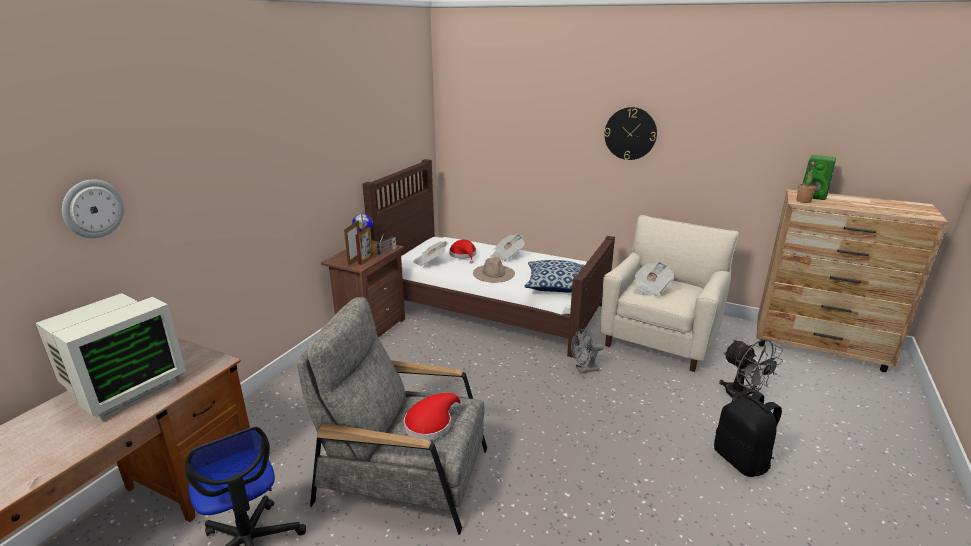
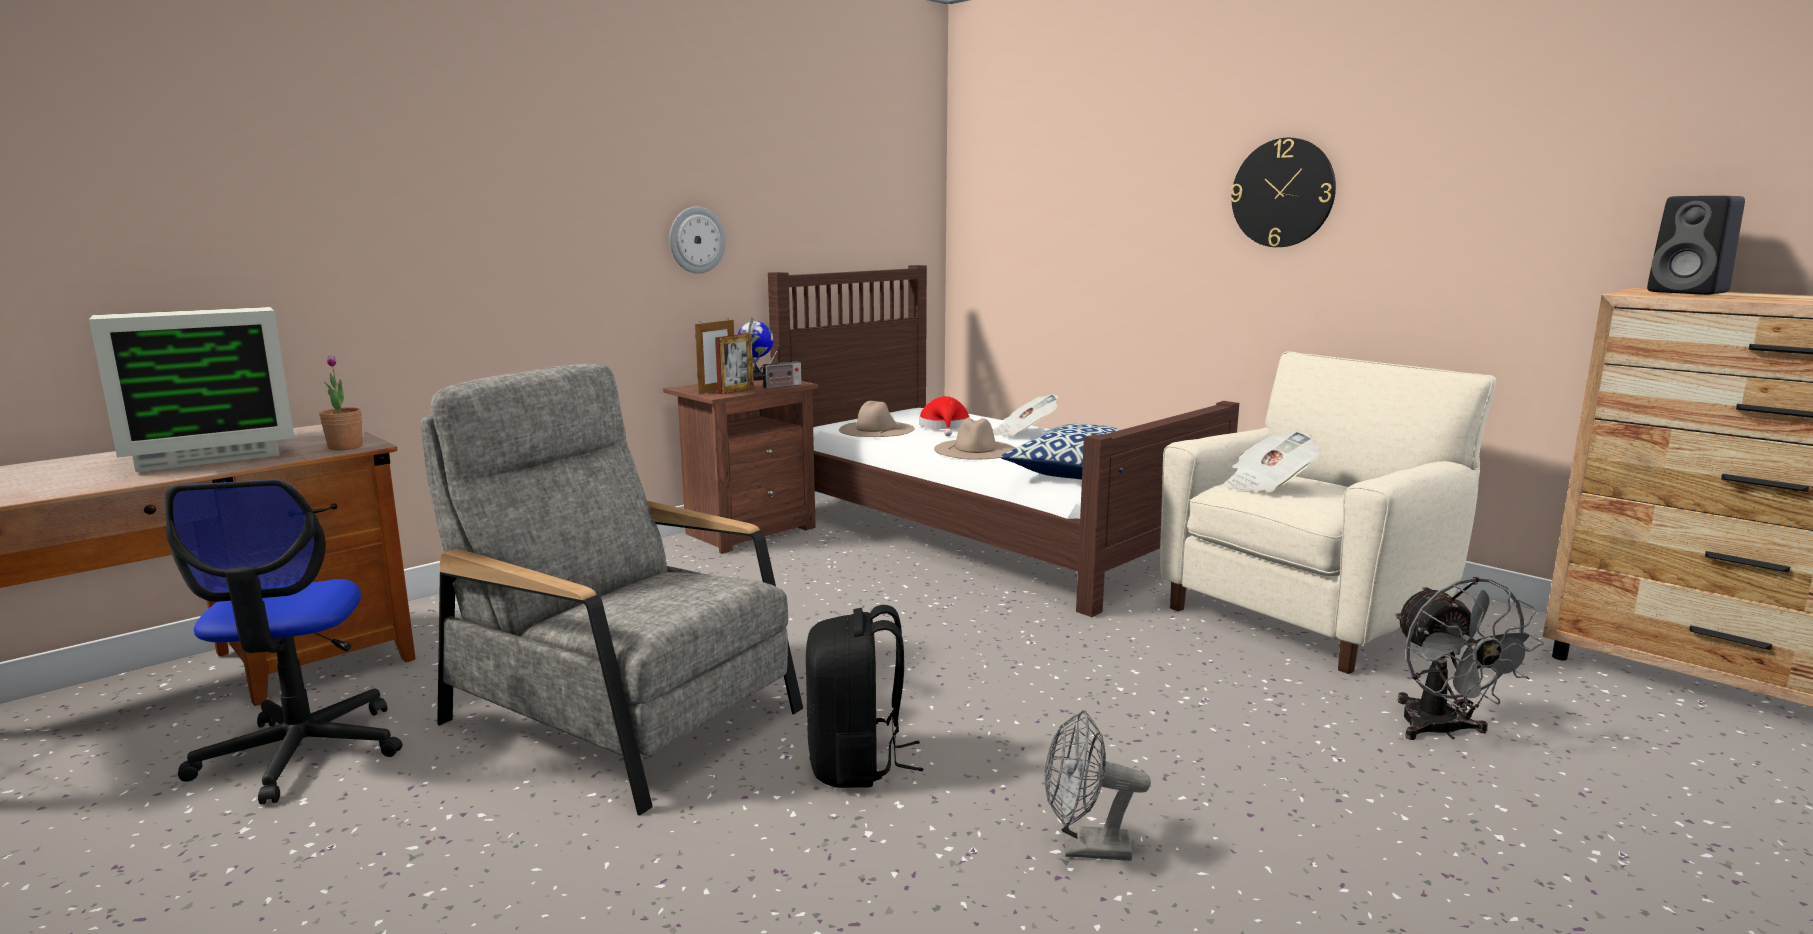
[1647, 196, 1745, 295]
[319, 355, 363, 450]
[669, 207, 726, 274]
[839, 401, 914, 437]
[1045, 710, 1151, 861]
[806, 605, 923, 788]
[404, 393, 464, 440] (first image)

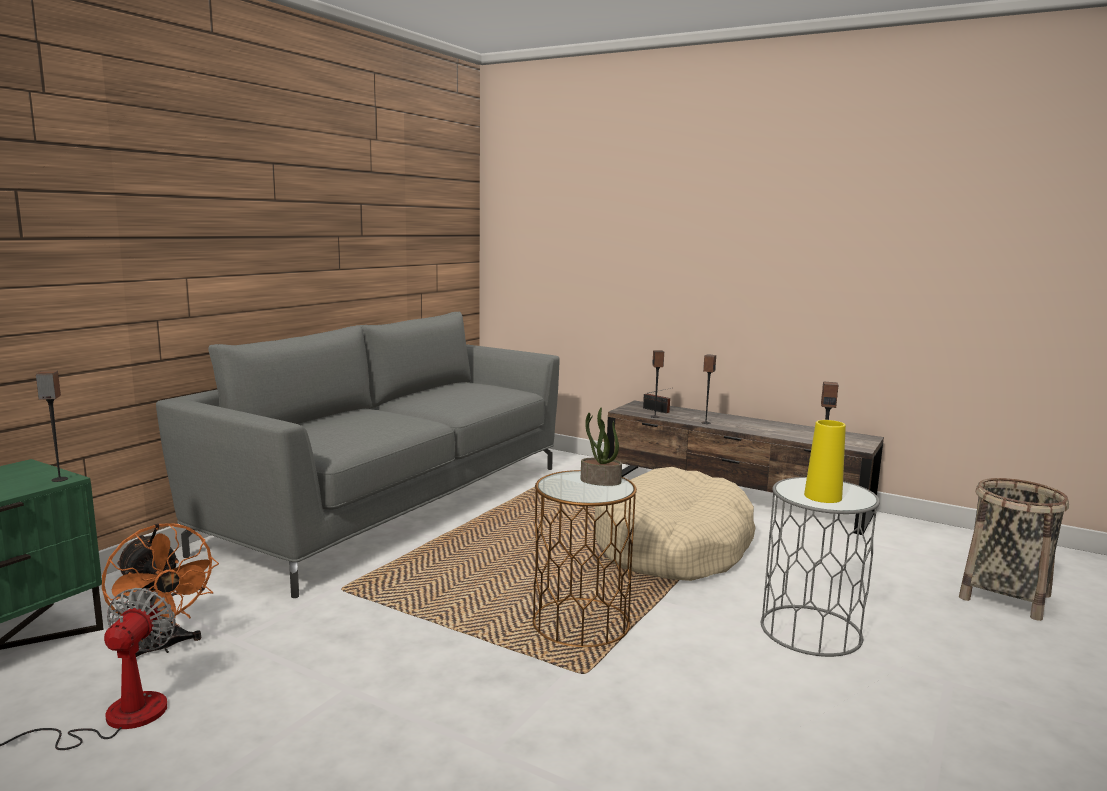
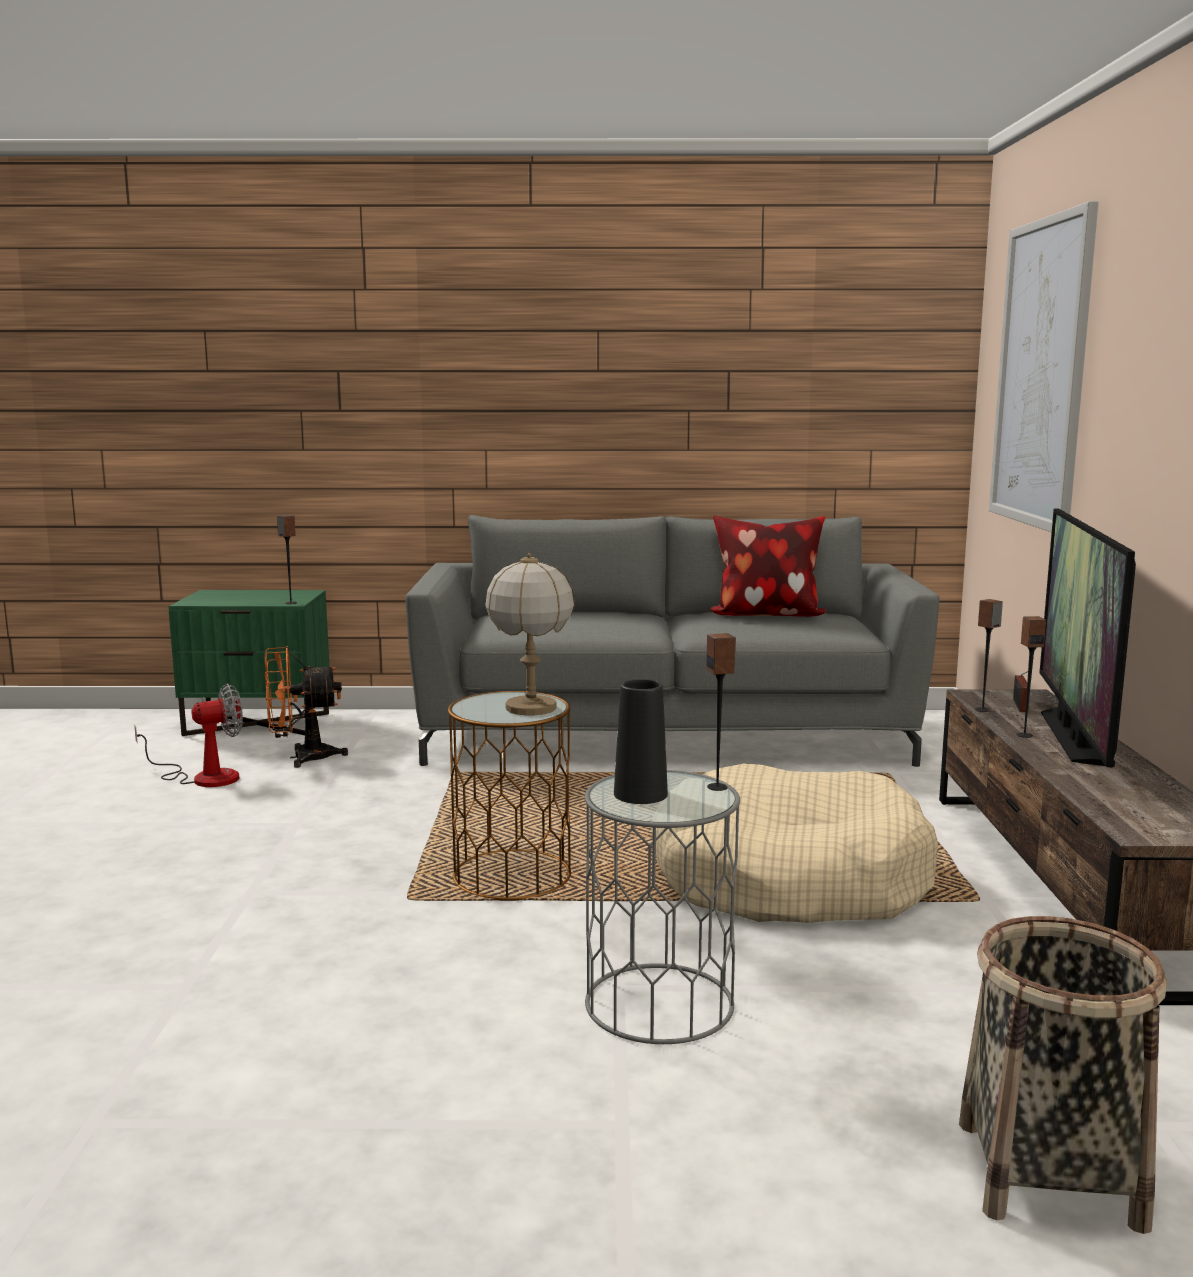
[485, 553, 575, 715]
[614, 679, 668, 804]
[265, 646, 348, 768]
[989, 201, 1099, 532]
[1039, 508, 1136, 767]
[709, 515, 826, 617]

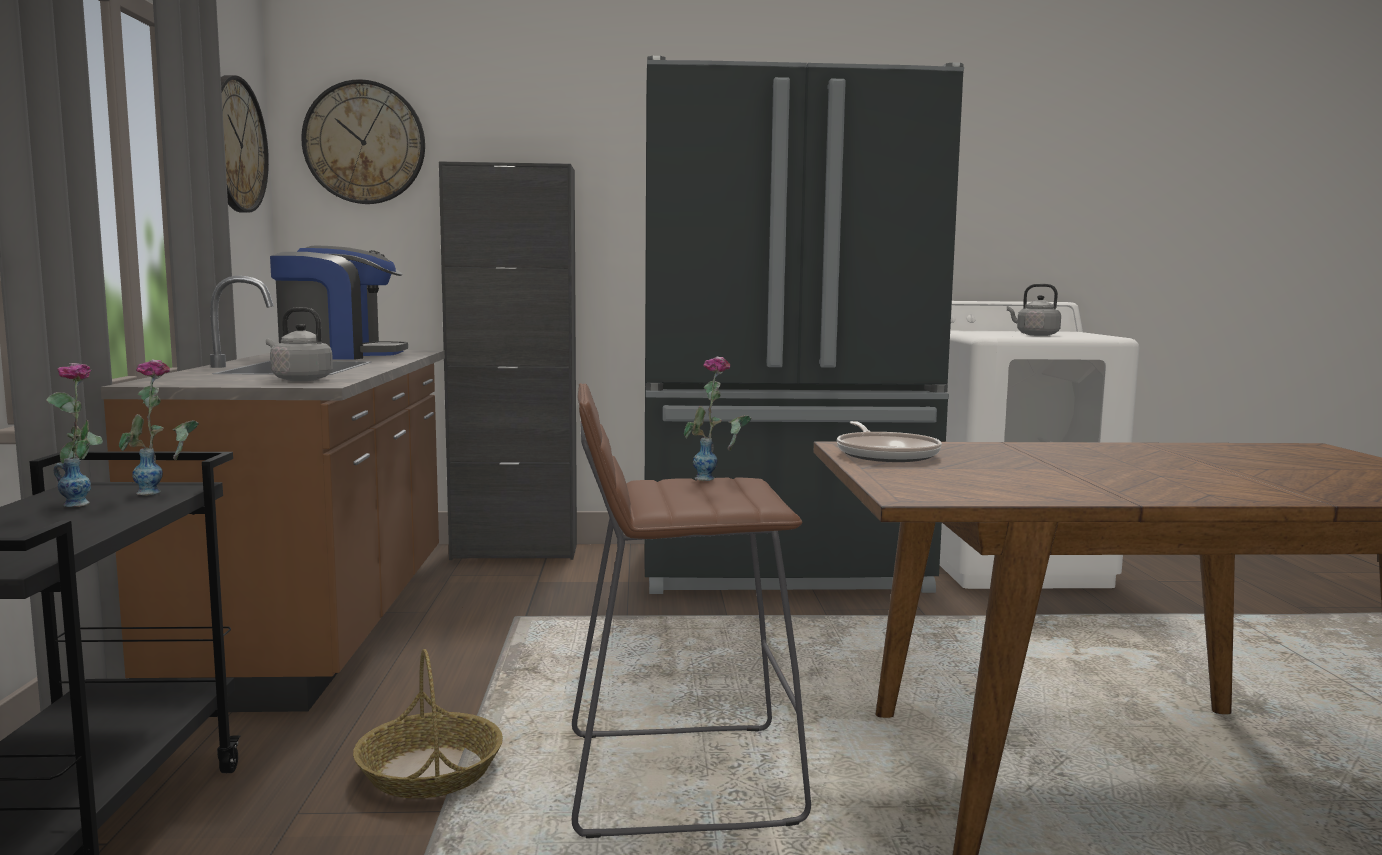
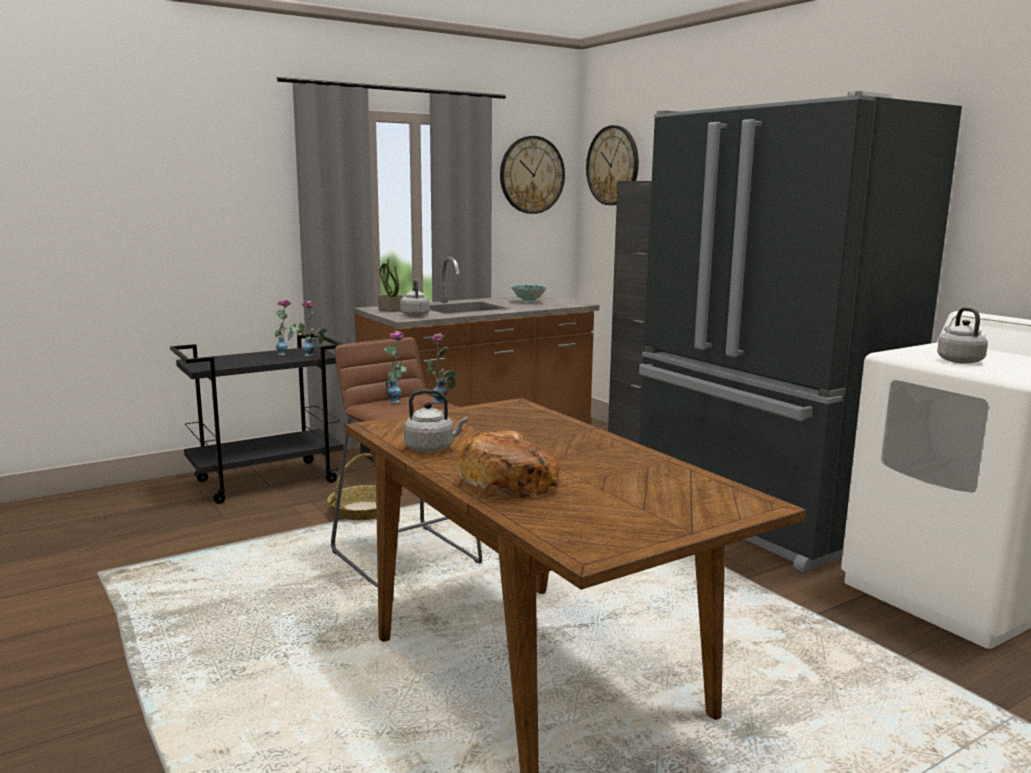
[510, 284, 547, 303]
[837, 421, 942, 462] (first image)
[378, 258, 405, 312]
[384, 331, 407, 403]
[404, 389, 468, 452]
[458, 430, 562, 498]

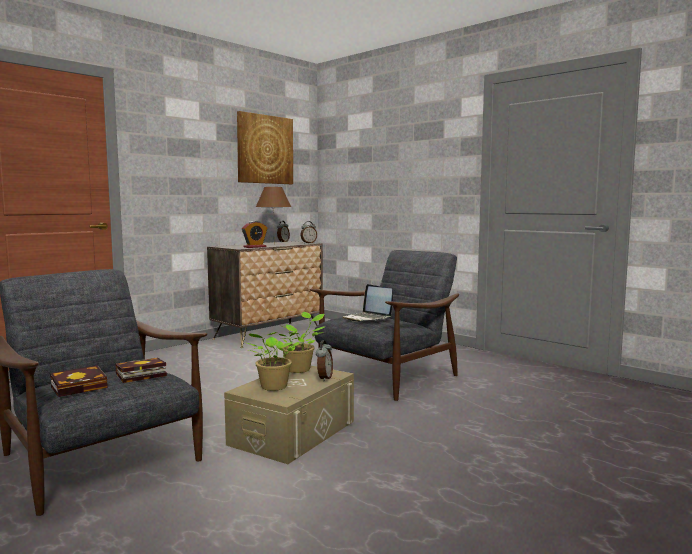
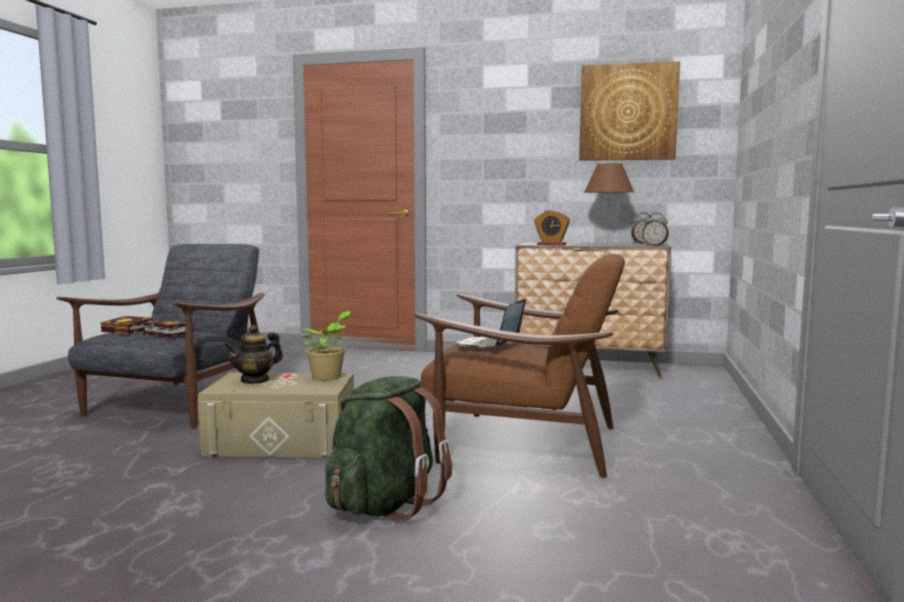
[414, 254, 625, 478]
[224, 325, 283, 384]
[316, 340, 333, 381] (first image)
[325, 376, 452, 522]

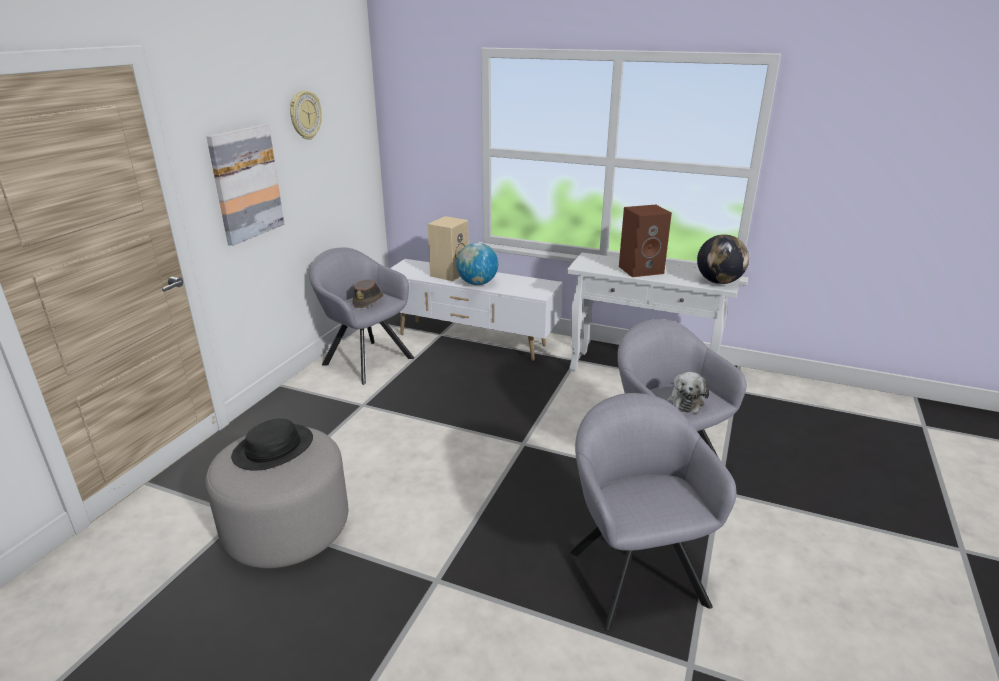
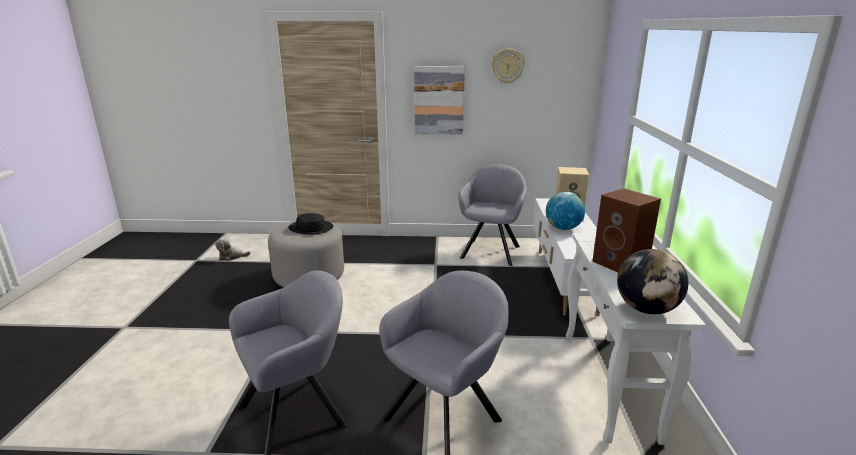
[352, 279, 384, 308] (first image)
[215, 237, 251, 261]

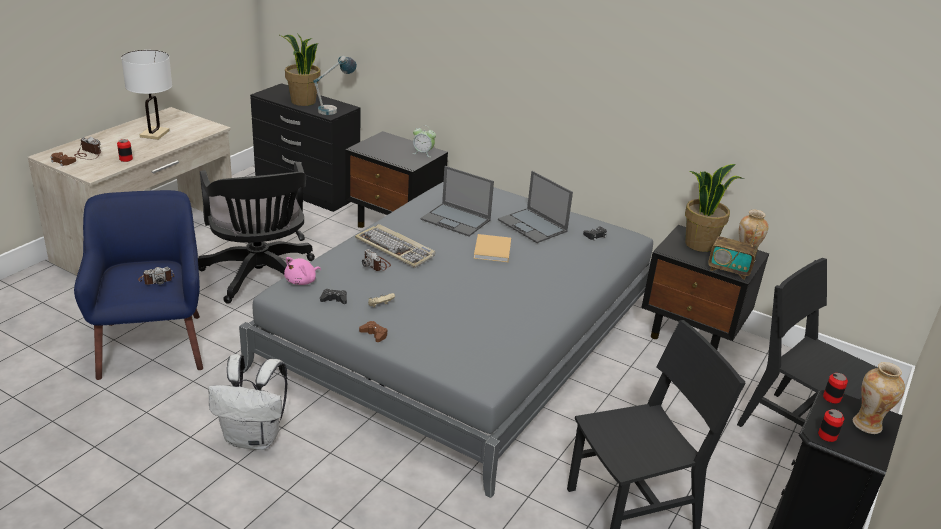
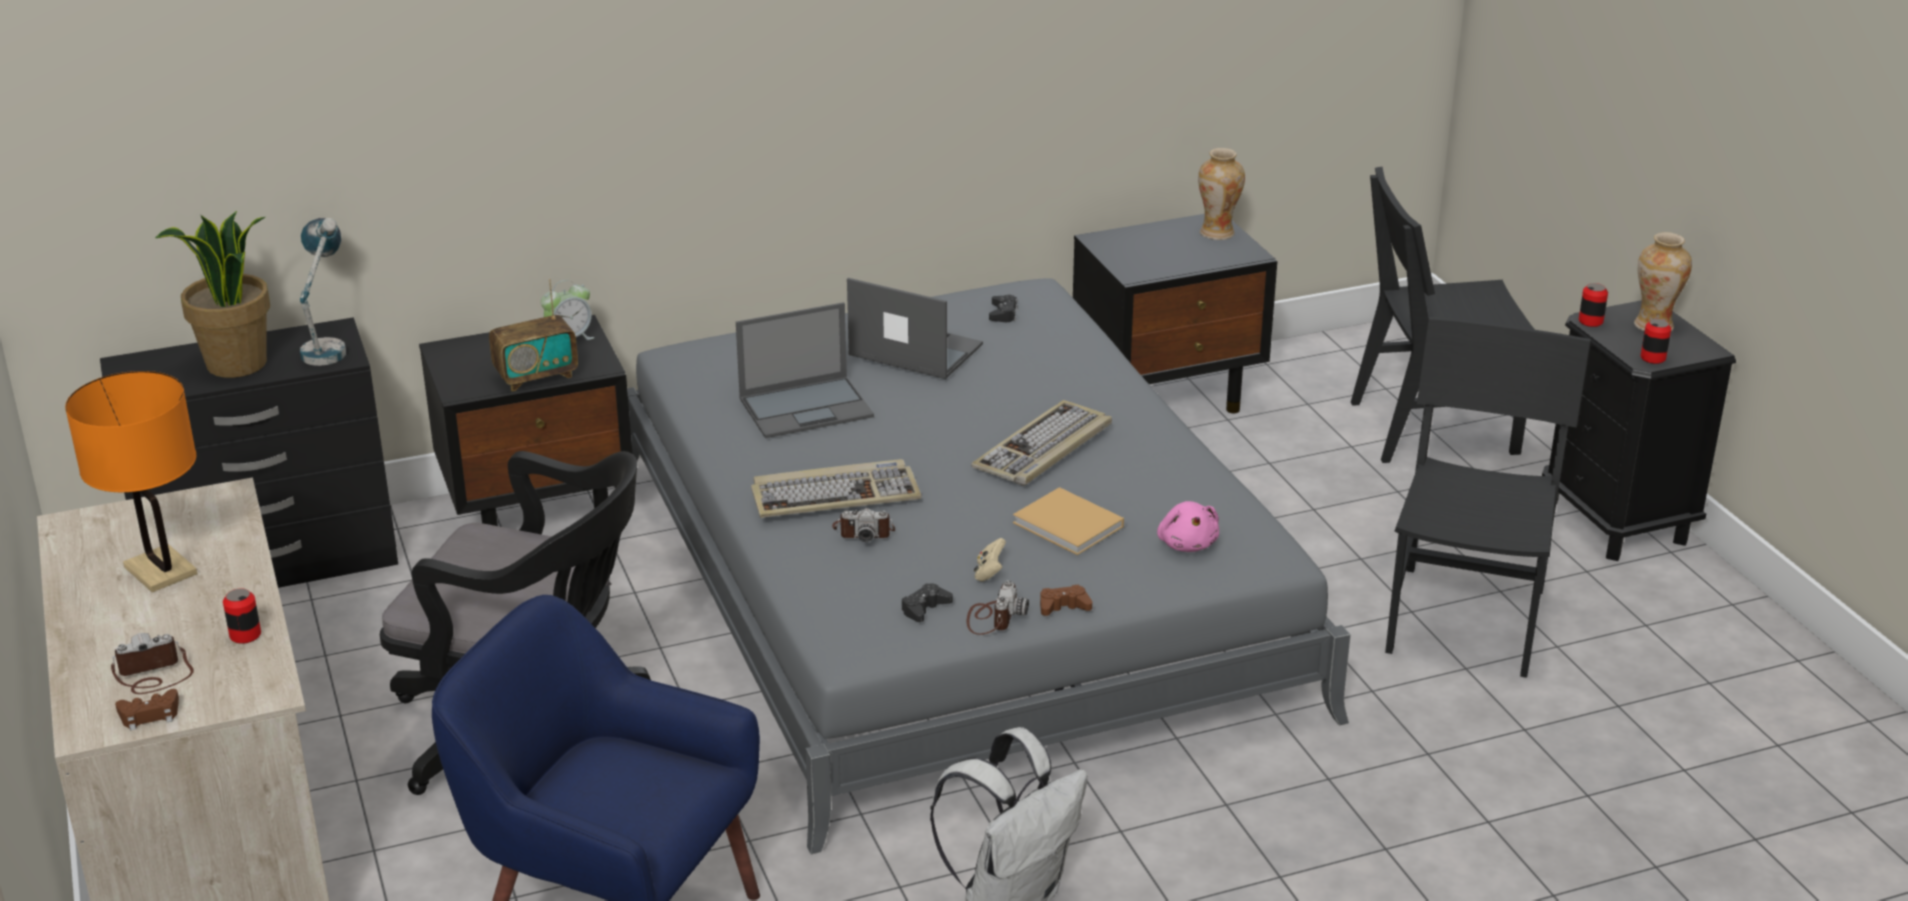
[65, 371, 197, 592]
[685, 164, 744, 252] (first image)
[847, 278, 983, 379]
[489, 279, 578, 391]
[1013, 487, 1124, 555]
[1157, 501, 1219, 552]
[967, 580, 1029, 635]
[971, 400, 1112, 486]

